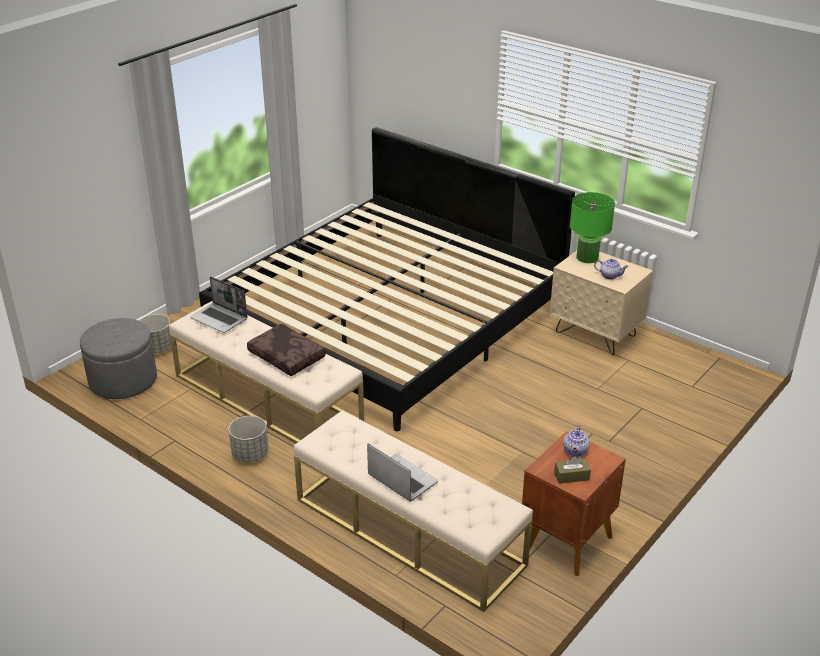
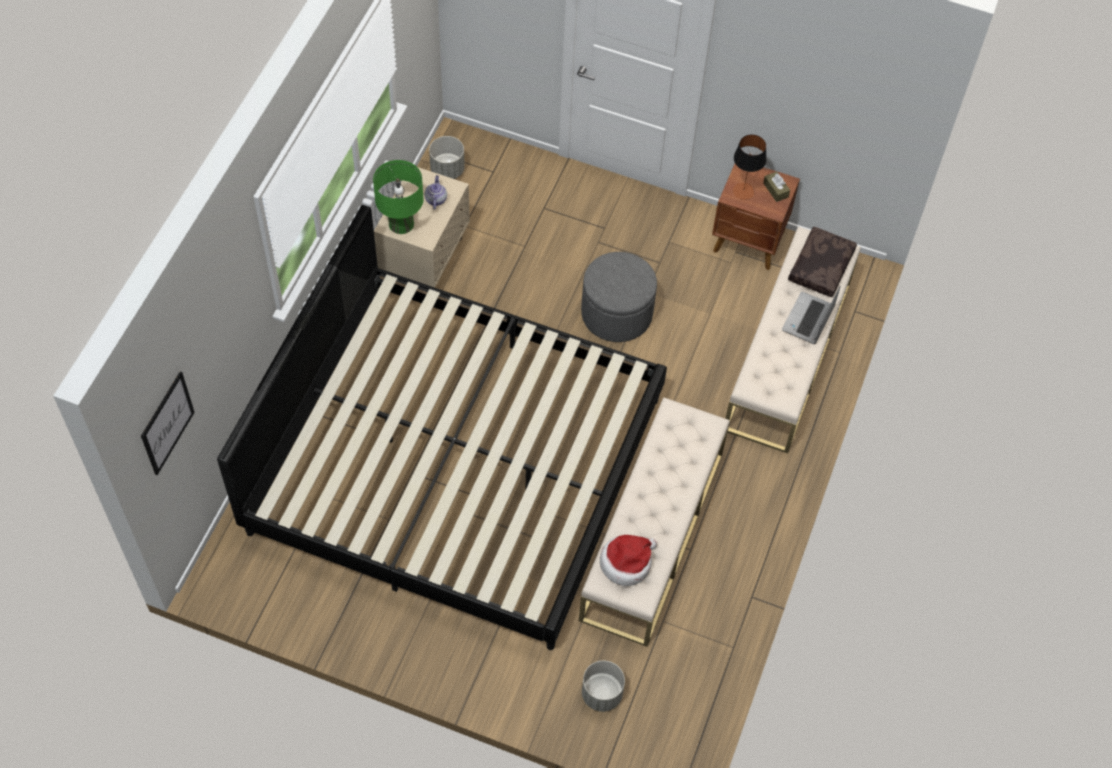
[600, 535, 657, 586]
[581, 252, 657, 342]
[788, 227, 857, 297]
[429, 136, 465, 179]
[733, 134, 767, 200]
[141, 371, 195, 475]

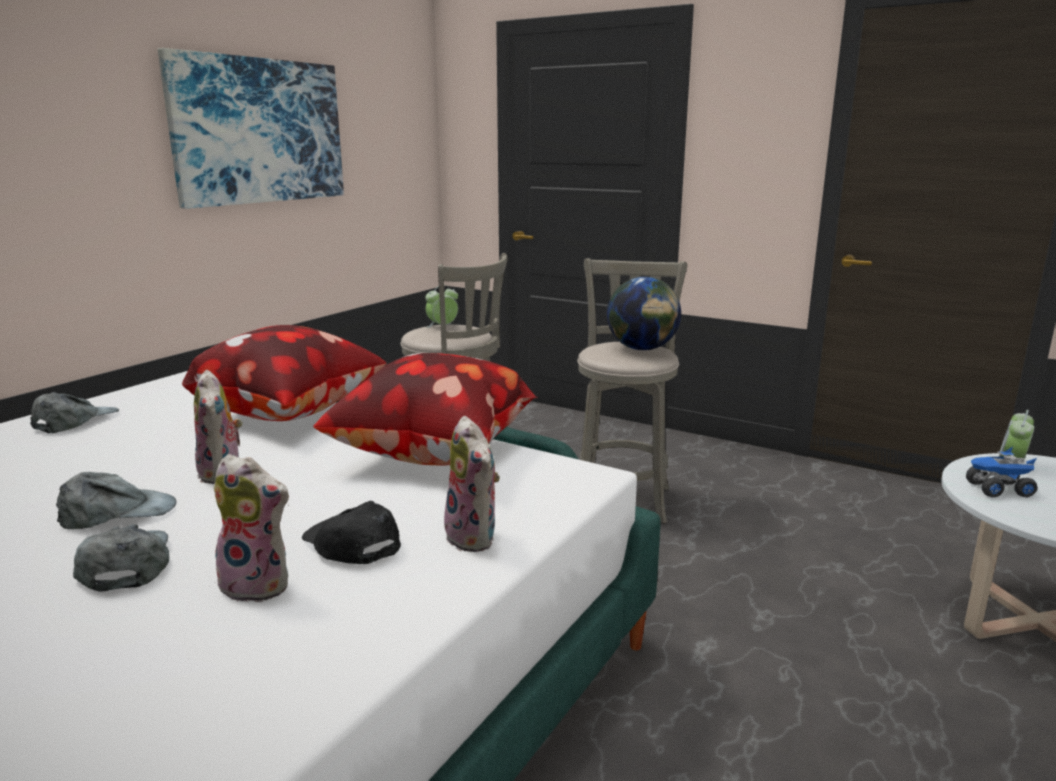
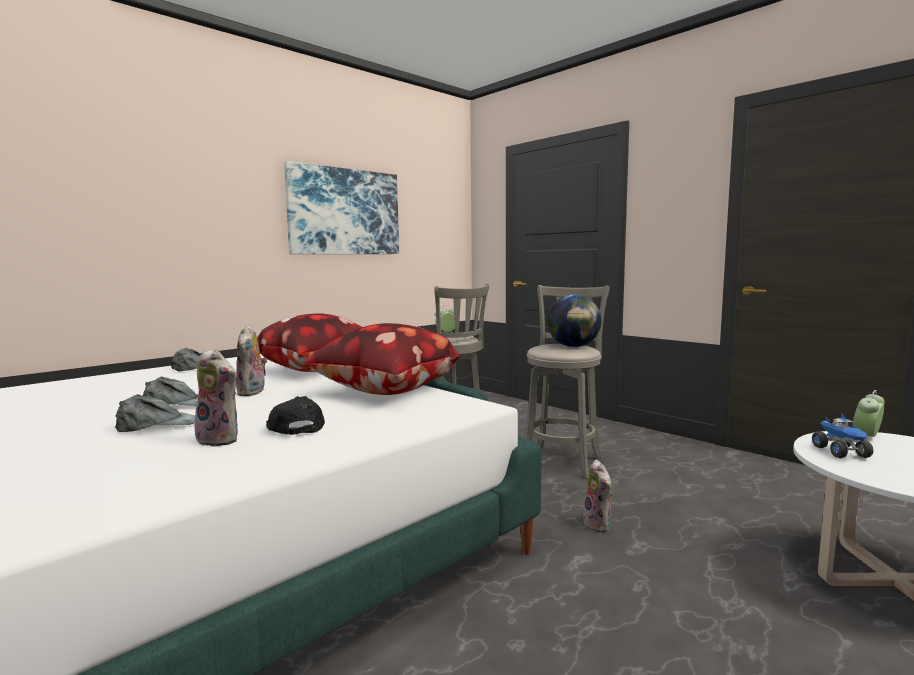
[583, 460, 613, 532]
[812, 413, 874, 458]
[115, 394, 195, 432]

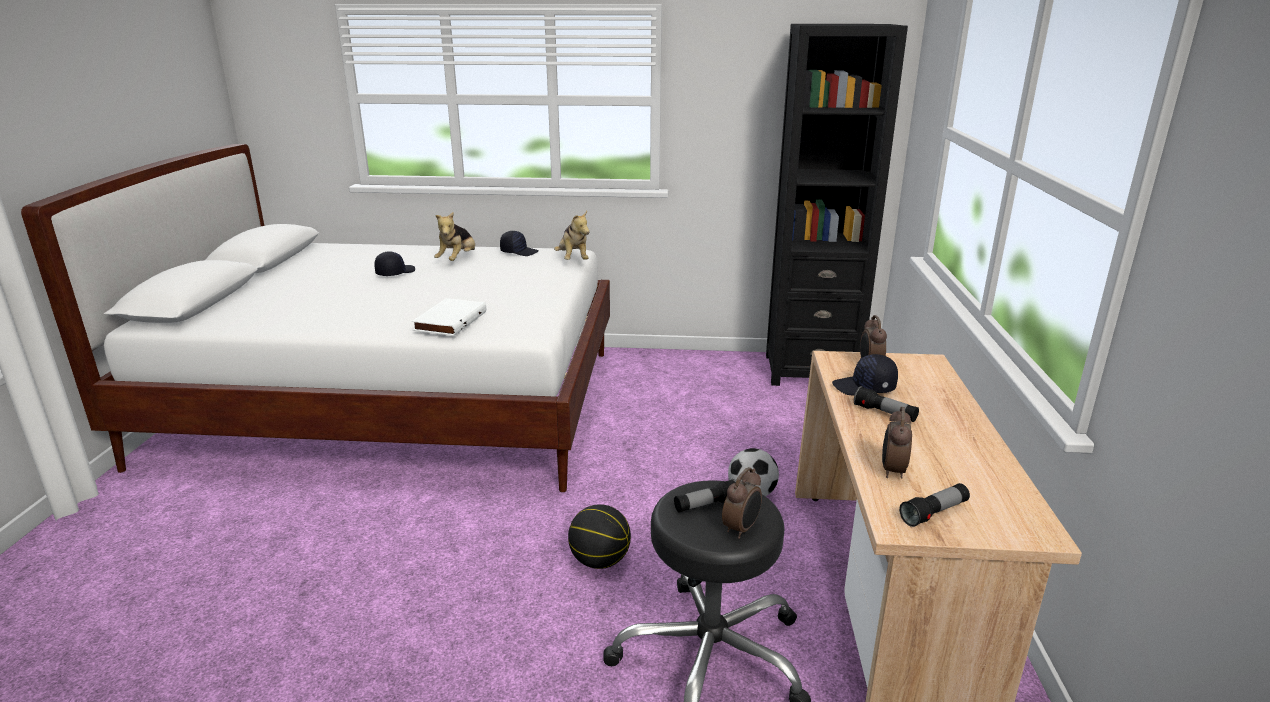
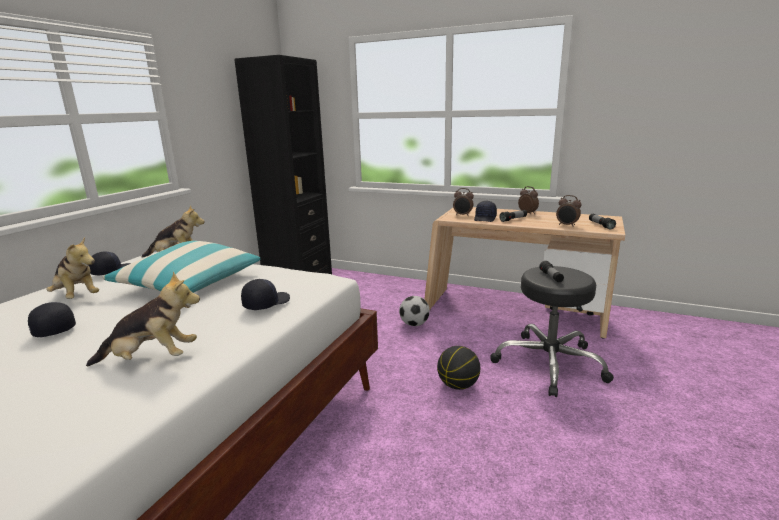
[241, 279, 290, 310]
[518, 186, 539, 215]
[103, 241, 260, 293]
[86, 272, 200, 366]

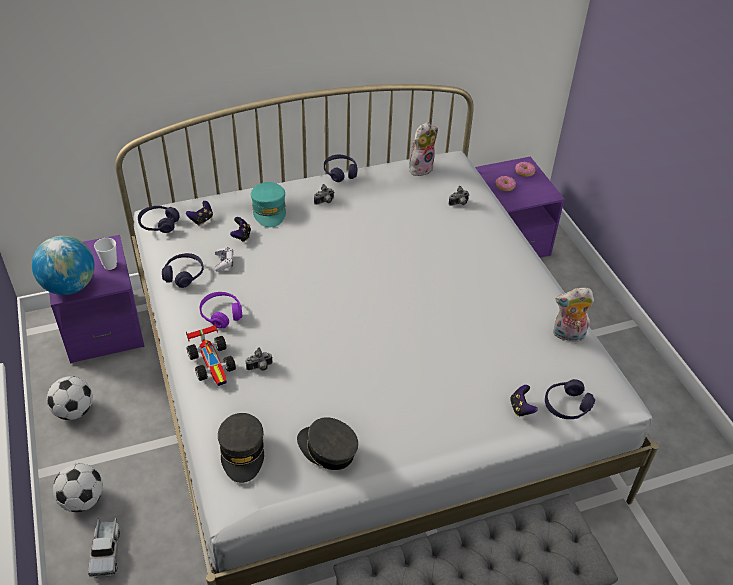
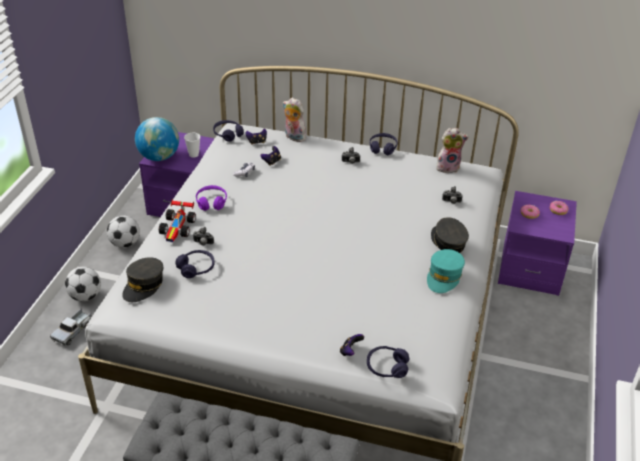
[427, 249, 465, 293]
[175, 250, 215, 278]
[283, 98, 306, 142]
[431, 217, 469, 253]

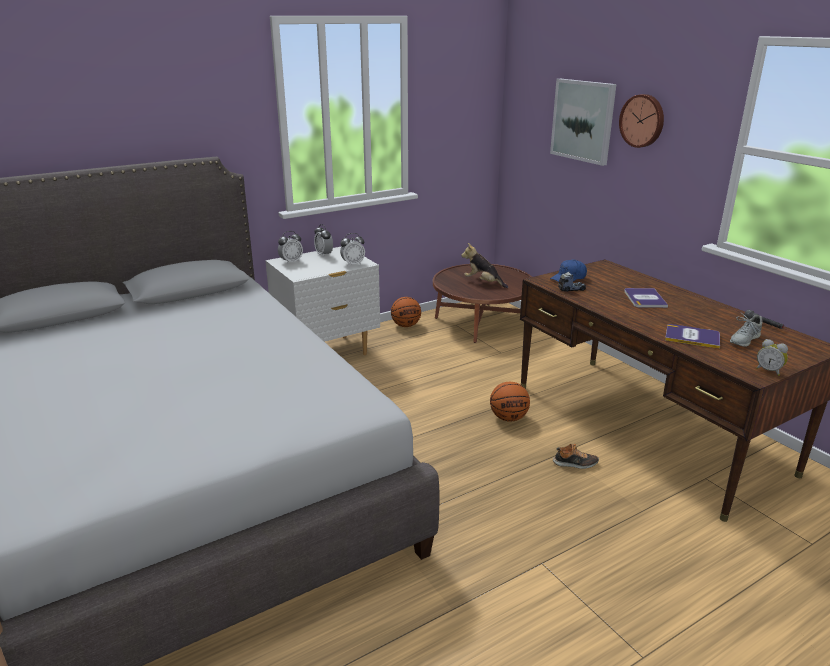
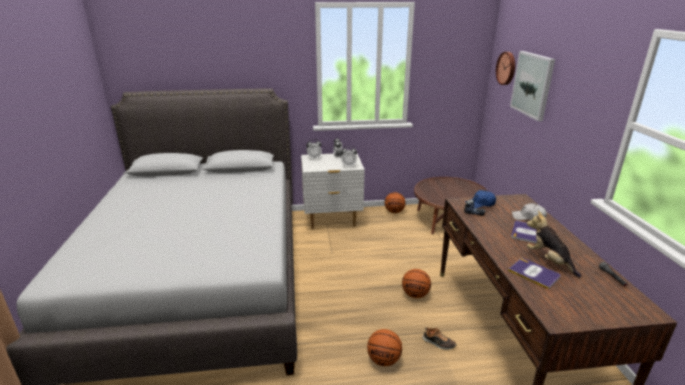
[496, 52, 515, 85]
[527, 211, 581, 278]
[730, 312, 763, 347] (first image)
[756, 339, 788, 376] (first image)
[512, 203, 547, 220]
[367, 329, 402, 366]

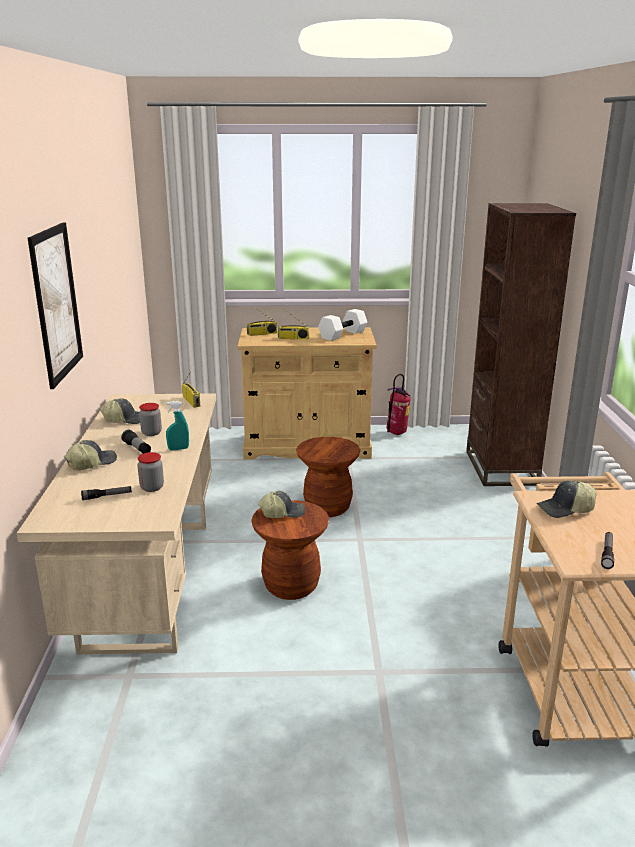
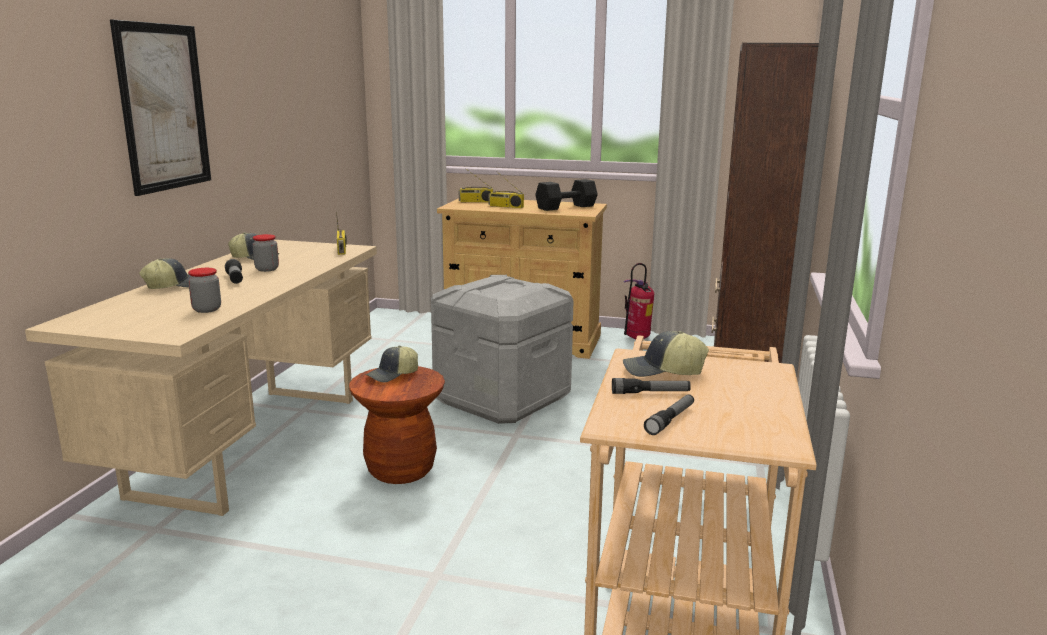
[535, 179, 598, 211]
[166, 401, 189, 451] (first image)
[431, 275, 574, 424]
[612, 378, 691, 394]
[366, 346, 418, 383]

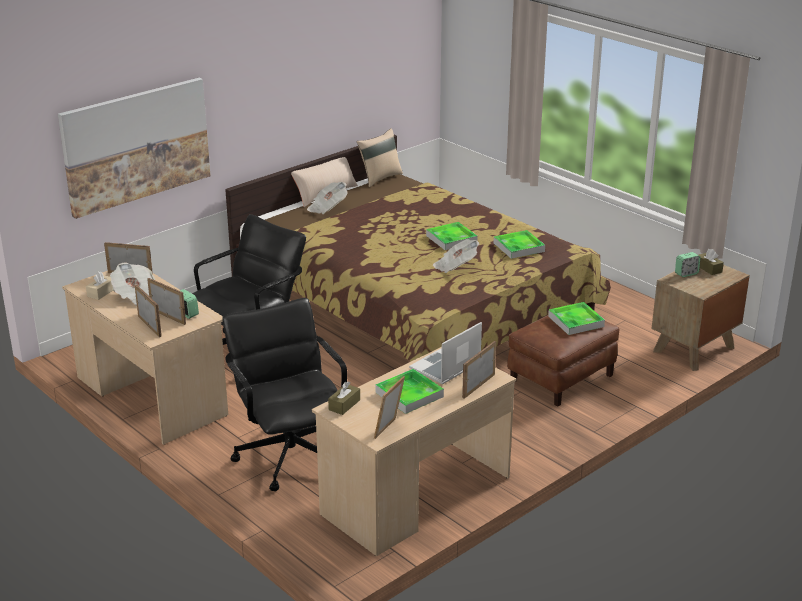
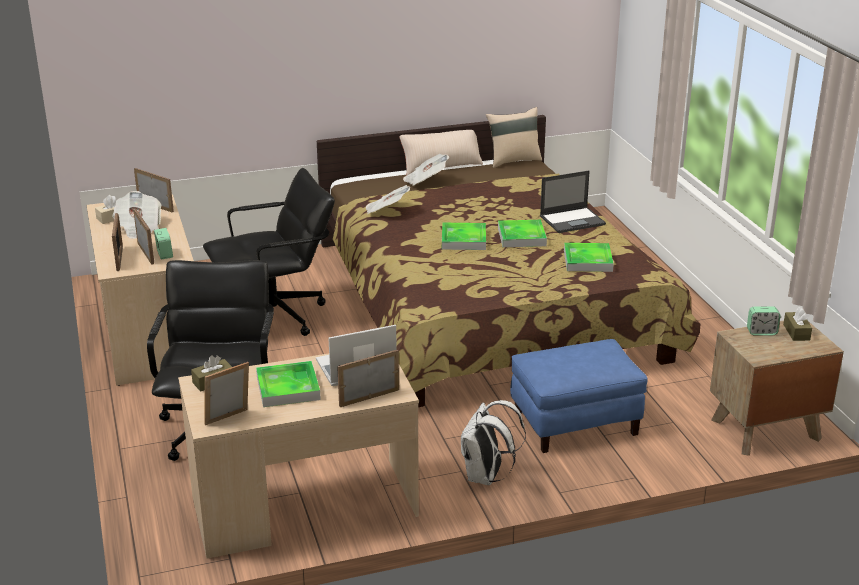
[58, 78, 210, 219] (first image)
[366, 185, 410, 214]
[442, 223, 486, 250]
[510, 339, 647, 453]
[540, 171, 606, 233]
[461, 400, 526, 485]

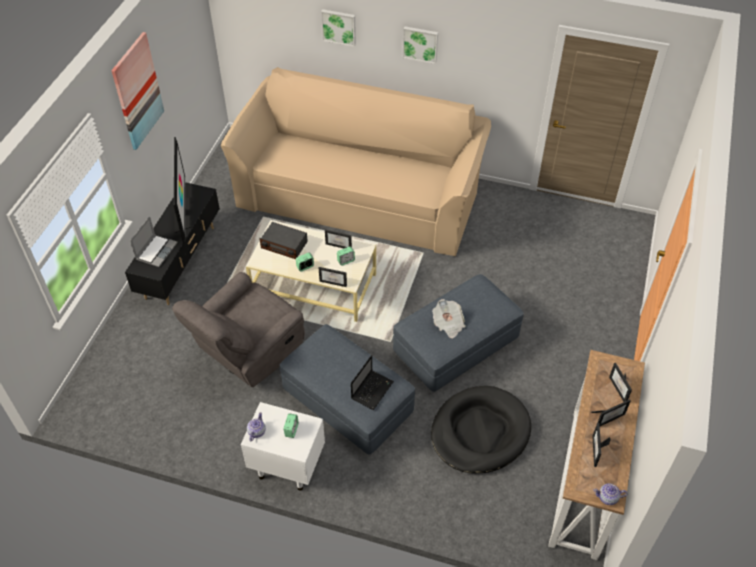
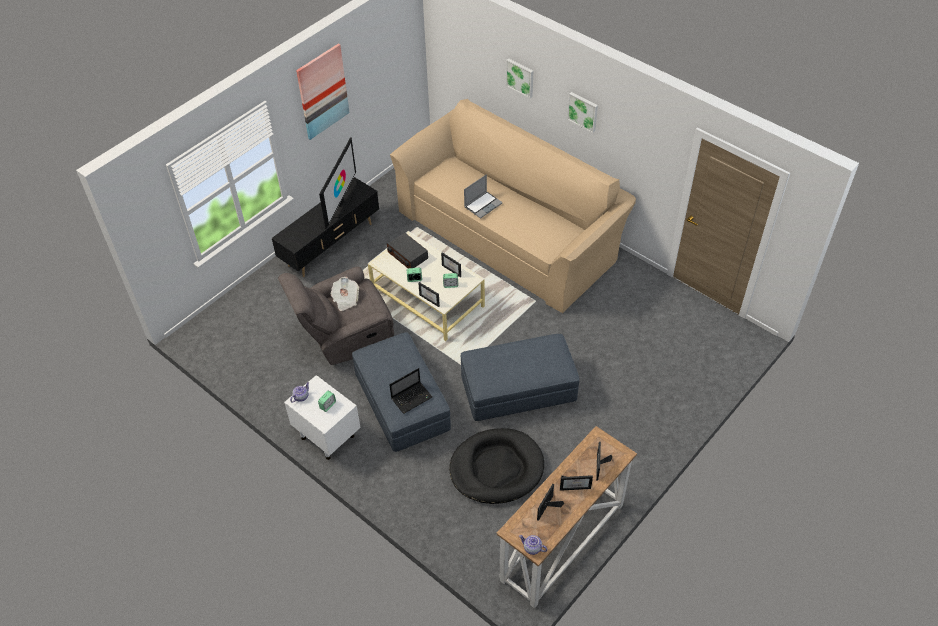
[464, 174, 503, 219]
[330, 277, 359, 311]

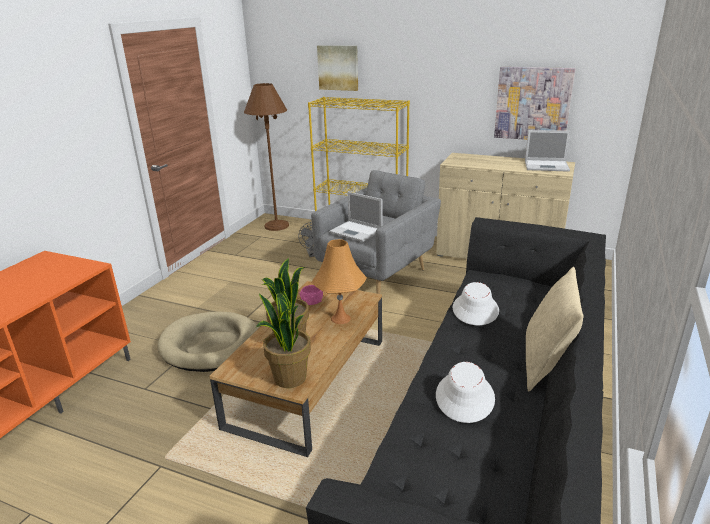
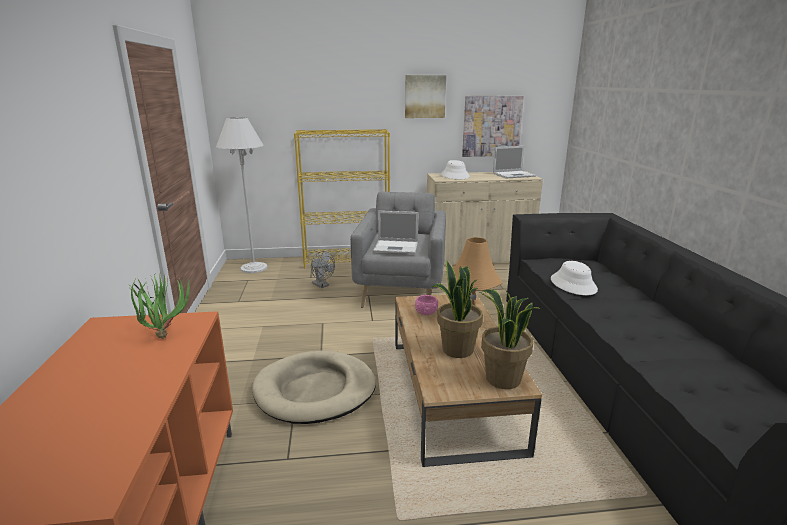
[405, 75, 446, 118]
[216, 117, 268, 273]
[526, 267, 584, 391] (first image)
[441, 160, 470, 179]
[128, 275, 190, 339]

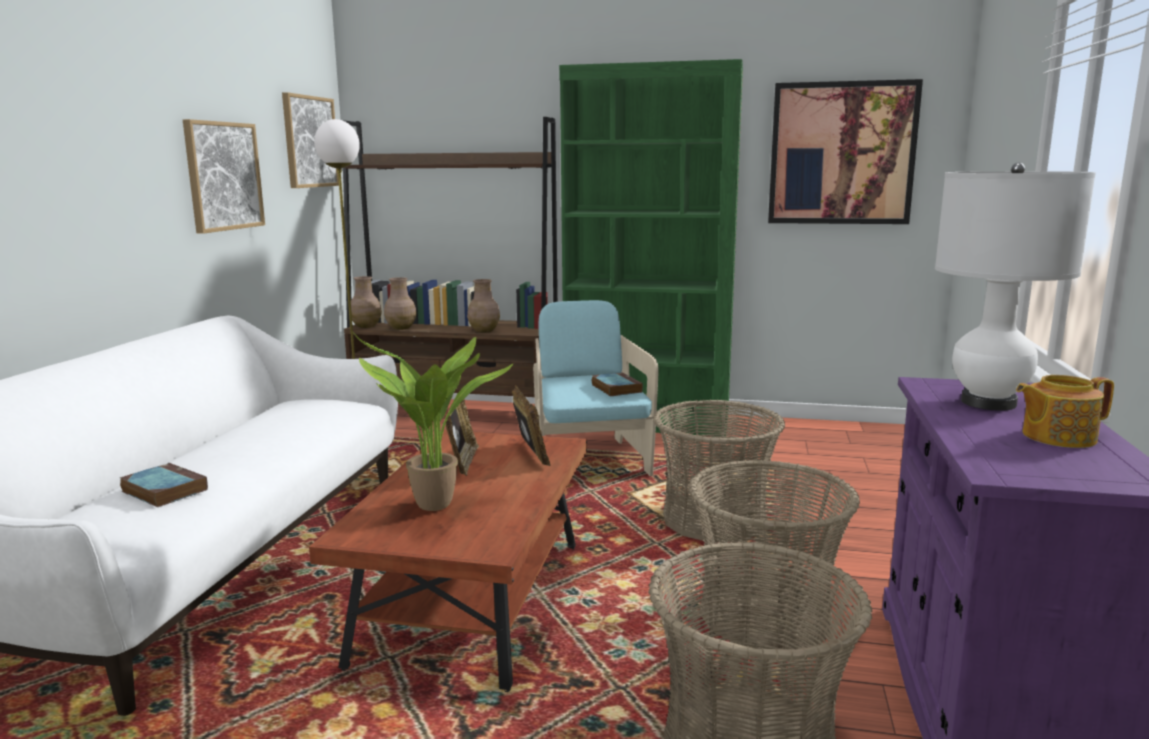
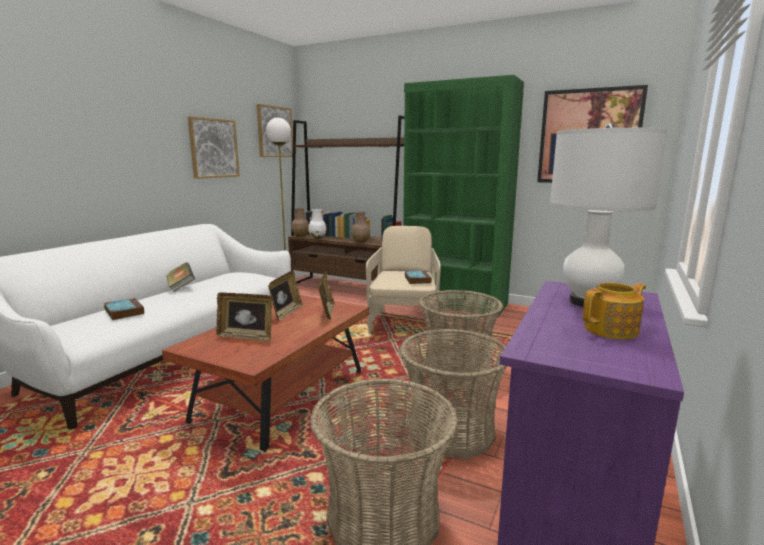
[308, 209, 327, 239]
[366, 226, 441, 333]
[216, 292, 272, 341]
[583, 282, 646, 339]
[167, 262, 195, 292]

